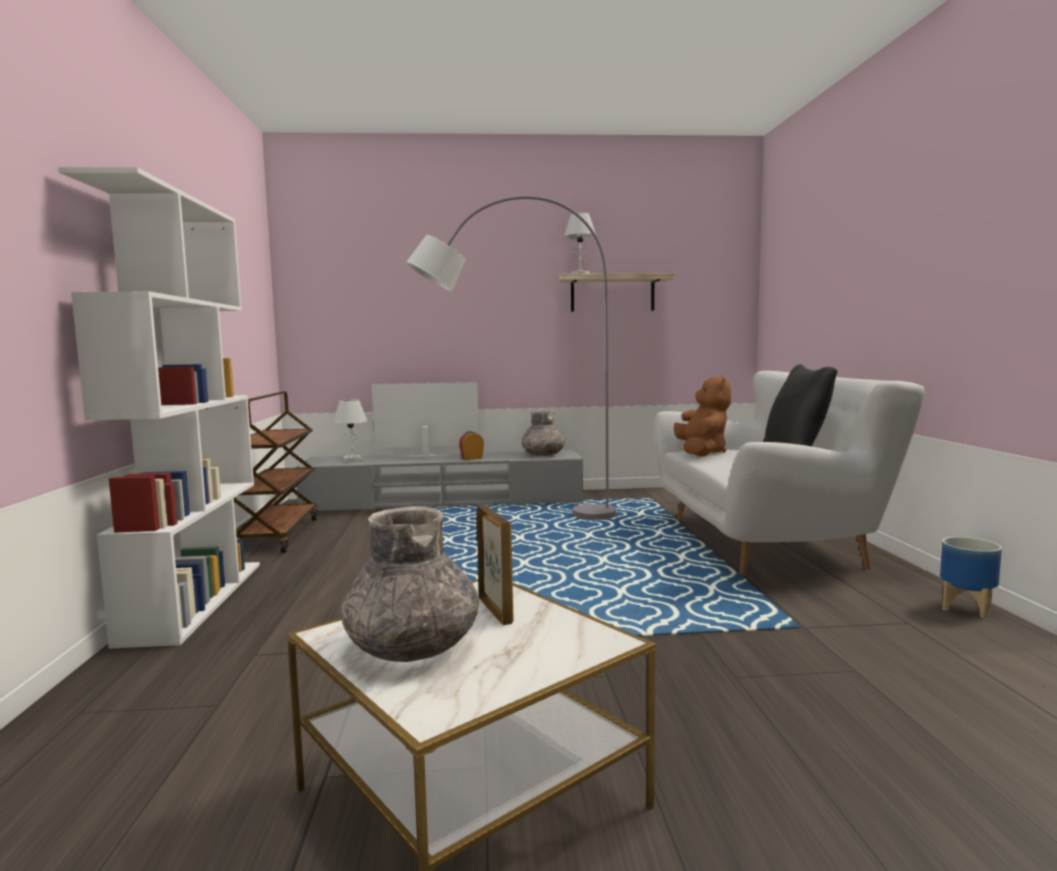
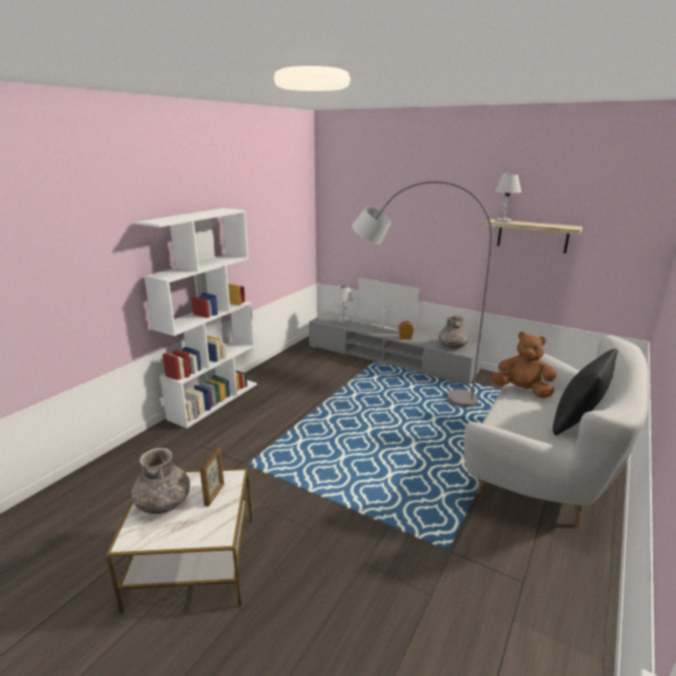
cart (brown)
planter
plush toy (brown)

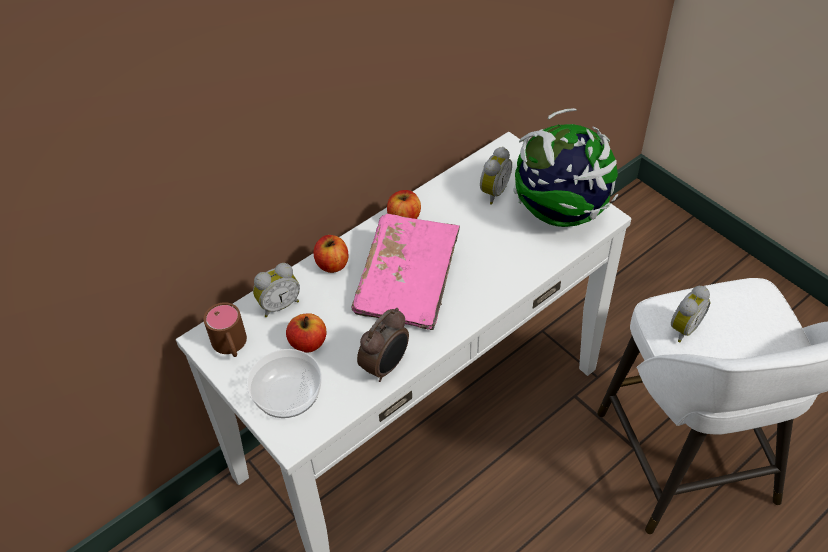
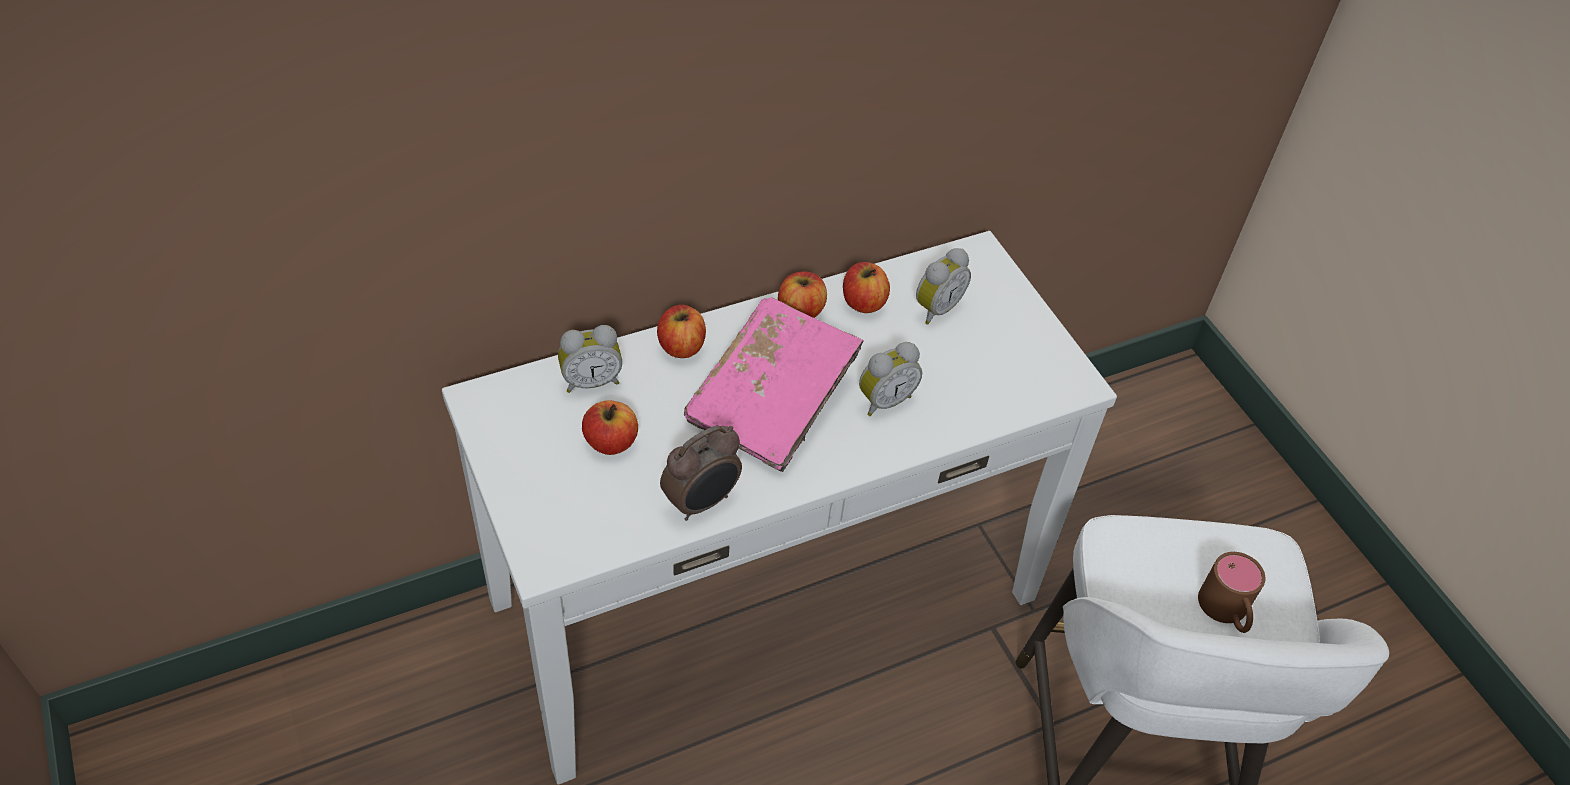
bowl
globe
apple (no. 4 from left)
mug (brown)
alarm clock (no. 3 from left)

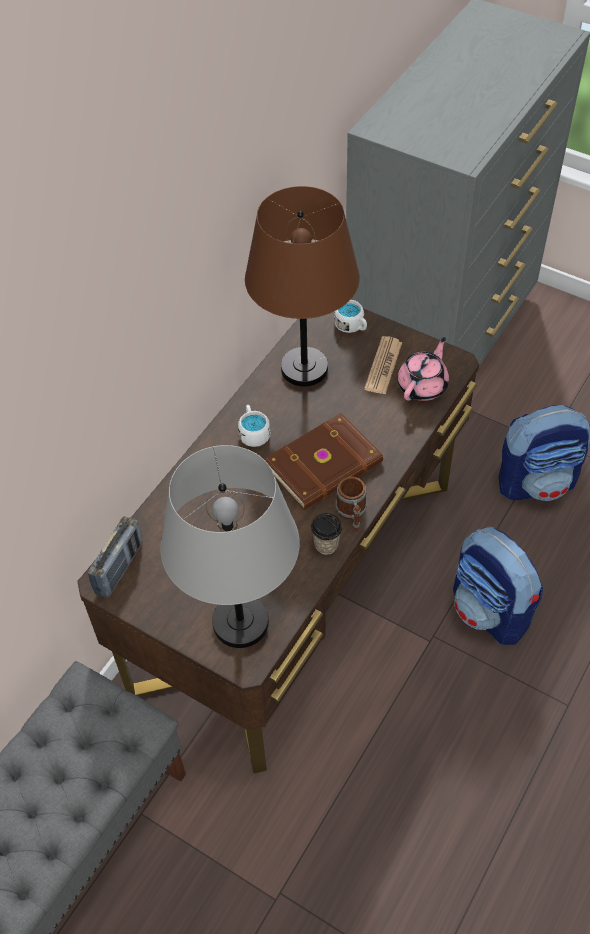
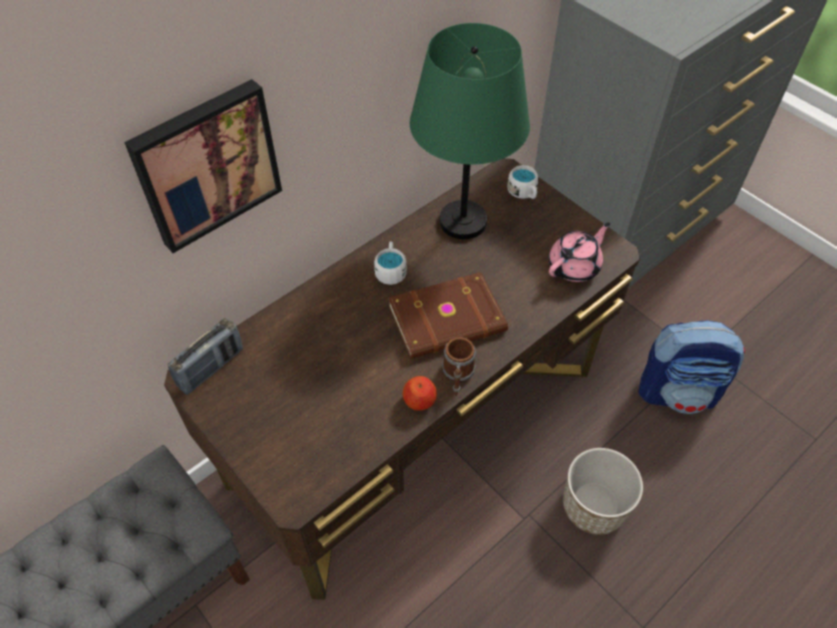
table lamp (grey)
newspaper
picture
apple
planter
table lamp (green)

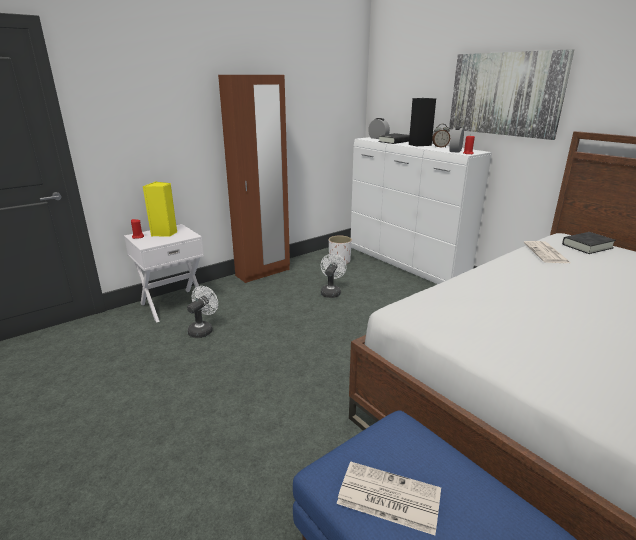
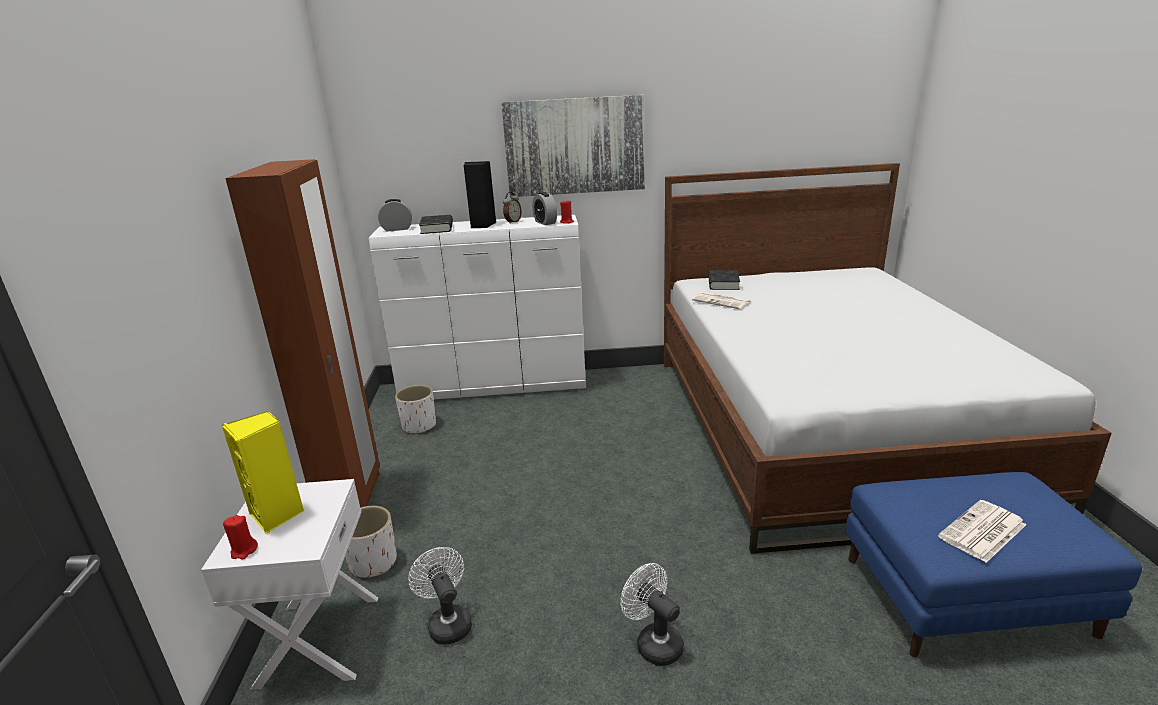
planter (white) (no. 1 from left)
fan (white) (no. 2 from left)

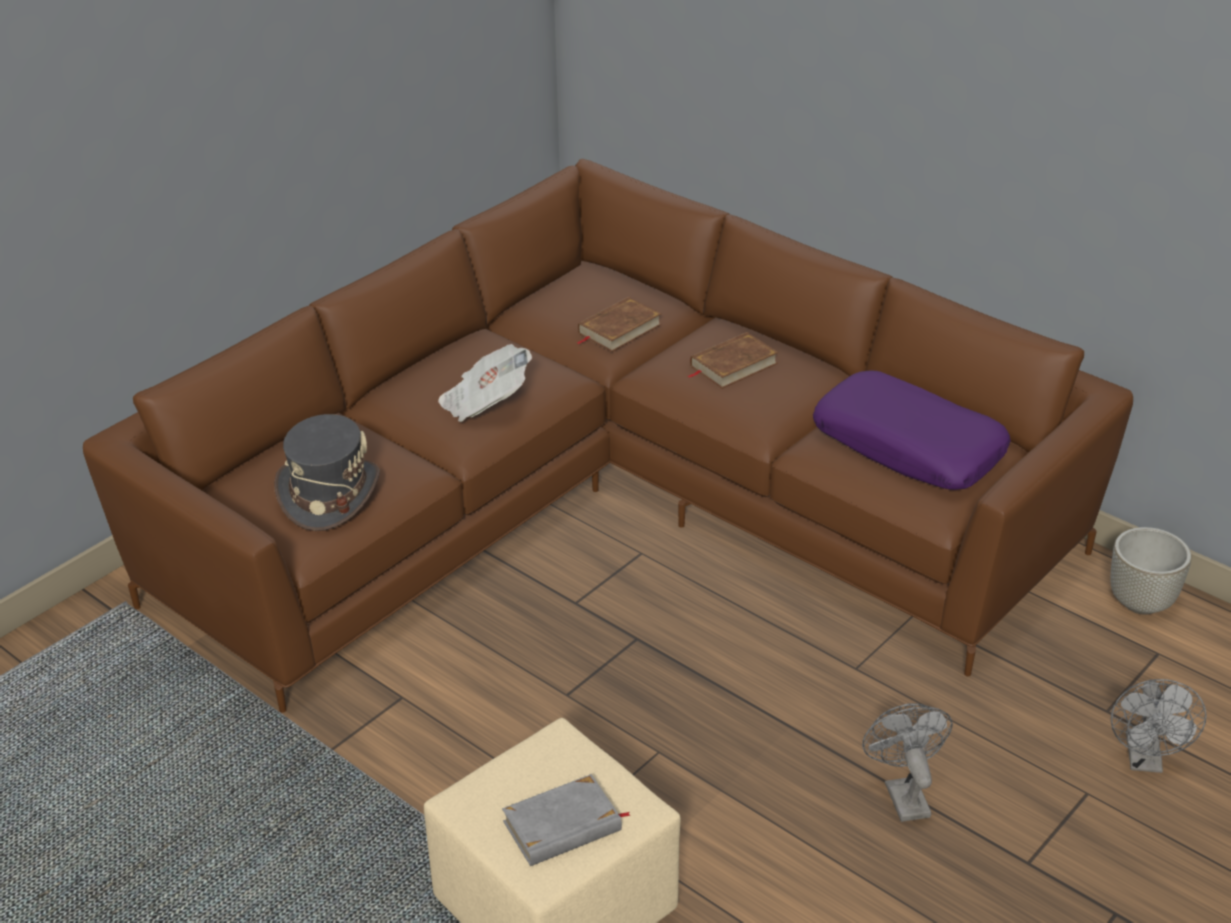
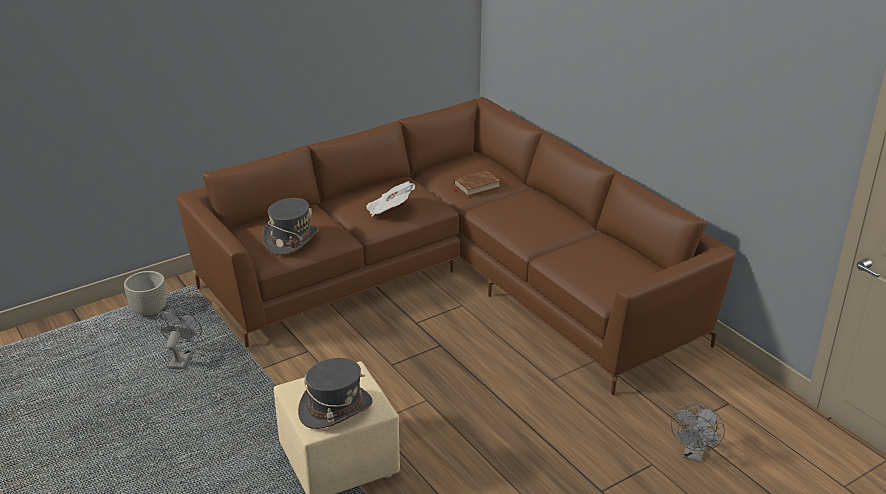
book (brown) (no. 2 from left in the first image)
pillow (purple)
fan (grey) (no. 1 from left)
planter (grey)
hat (grey) (no. 2 from left)

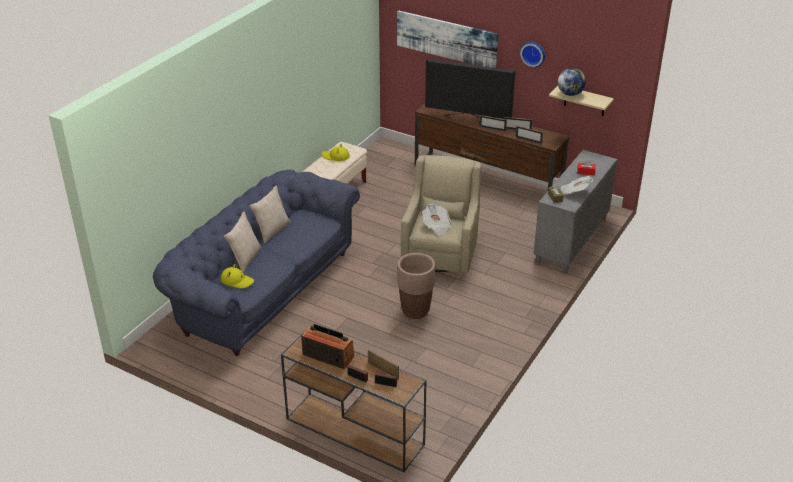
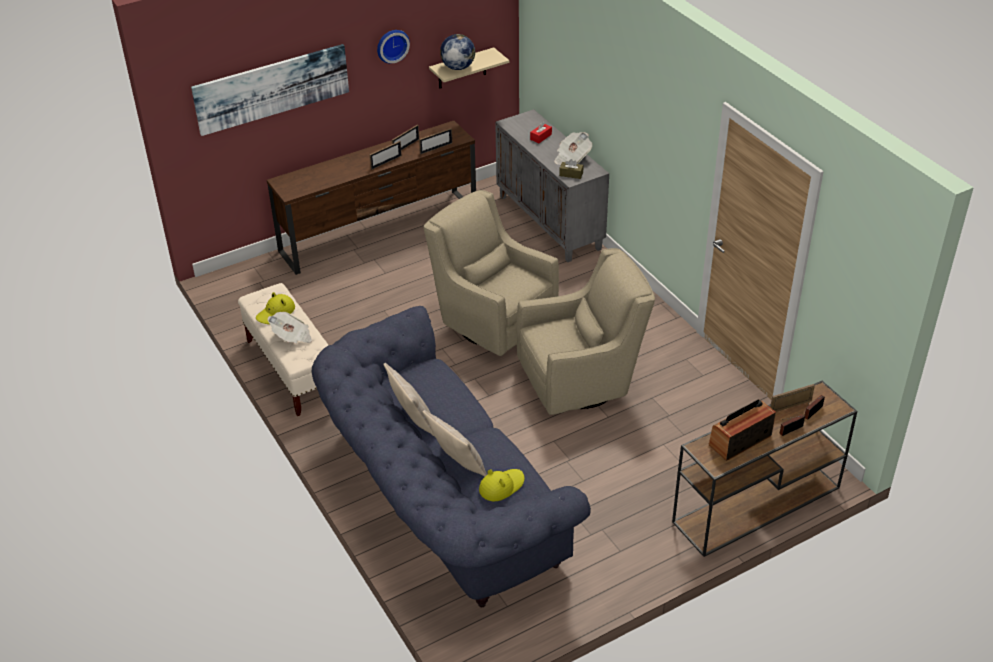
television
newspaper (no. 1 from left)
armchair (beige) (no. 2 from left)

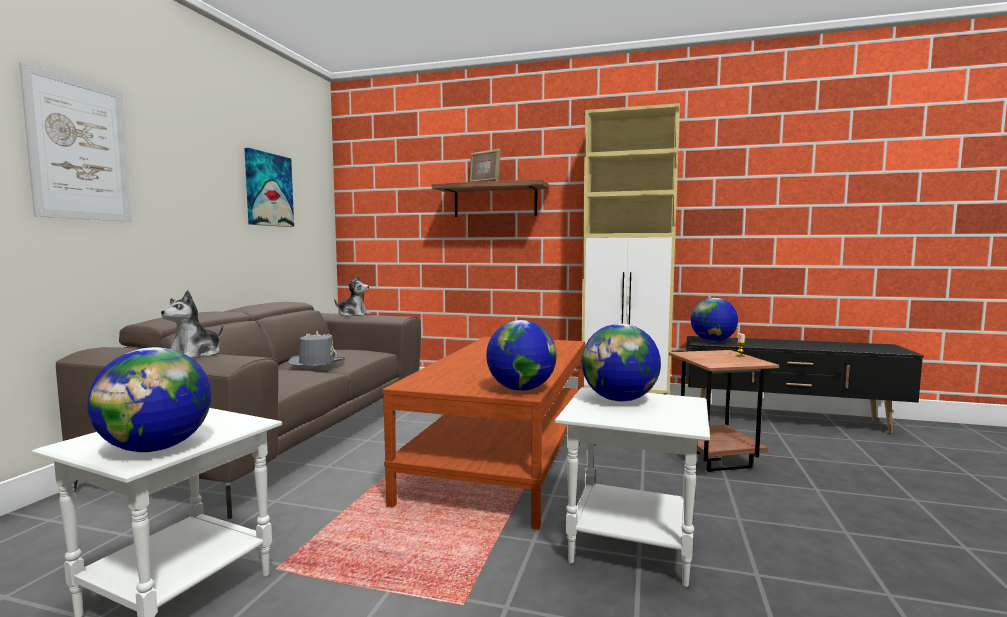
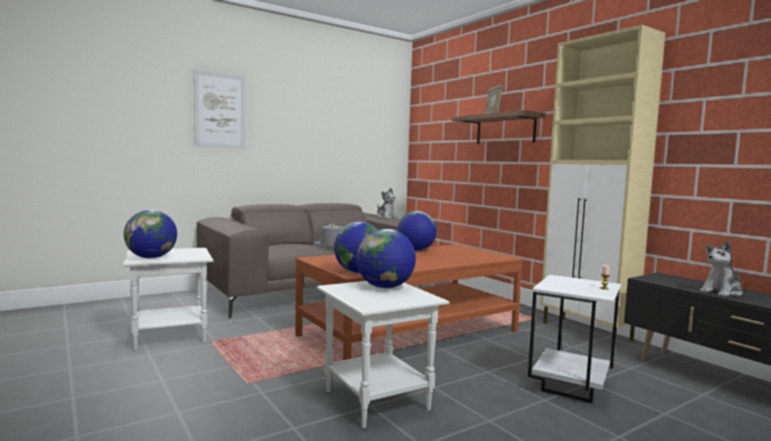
picture (no. 2 from left in the first image)
plush toy (no. 2 from left)
globe (no. 4 from left)
side table (white) (no. 3 from left)

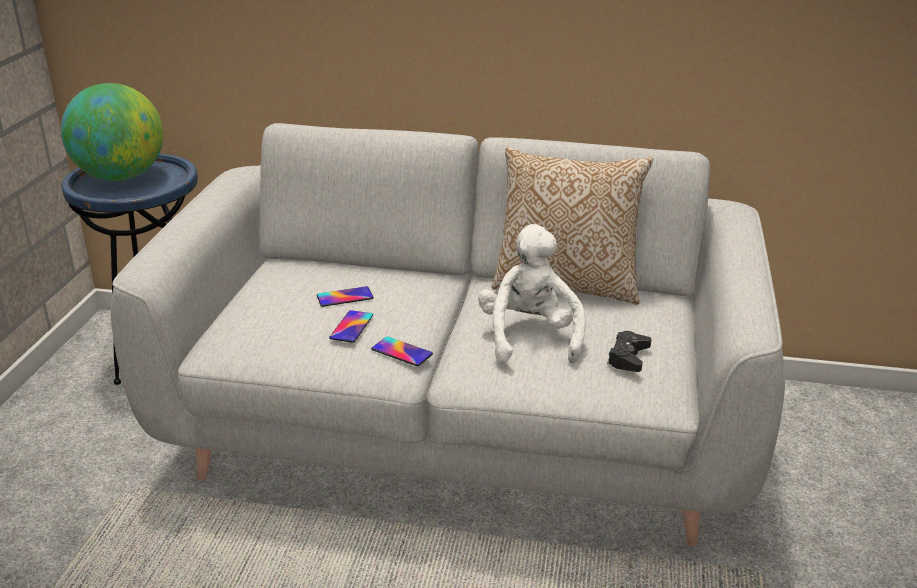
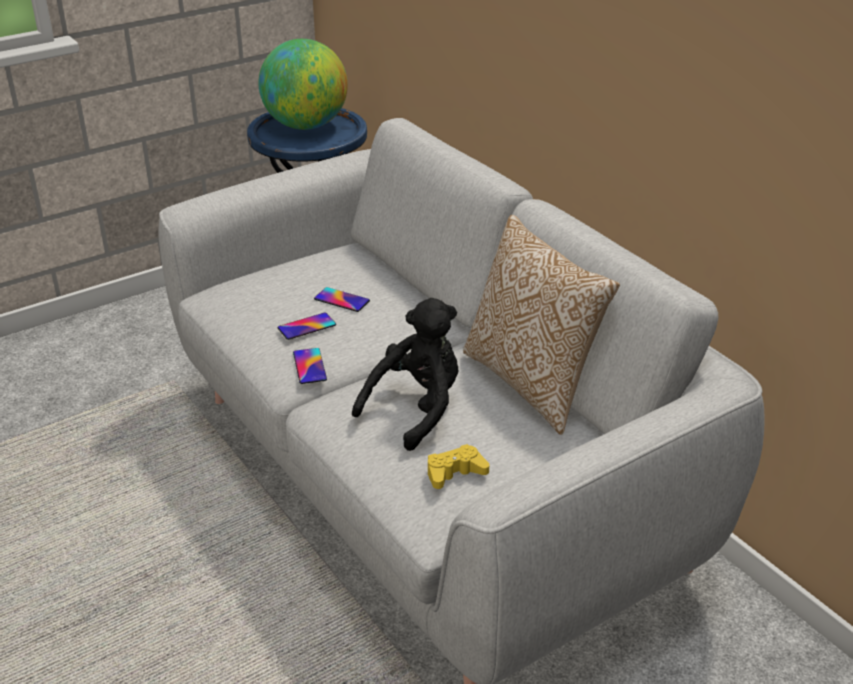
plush toy (black)
game controller (yellow)

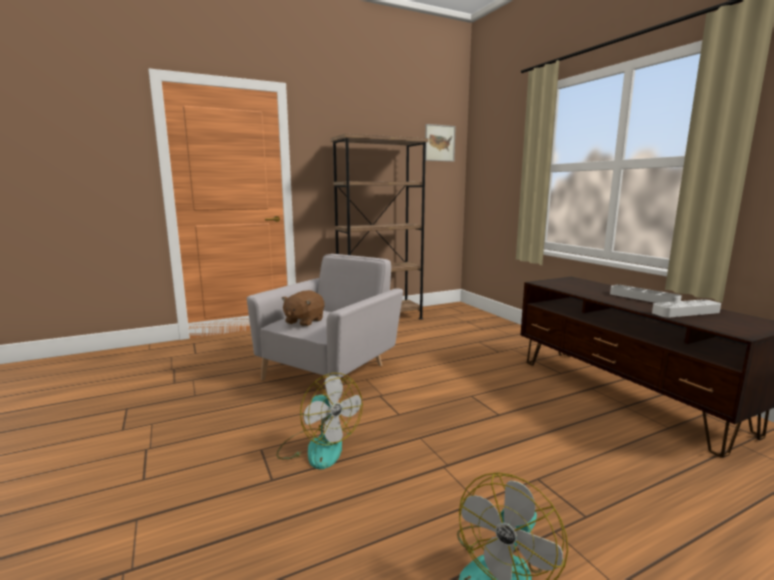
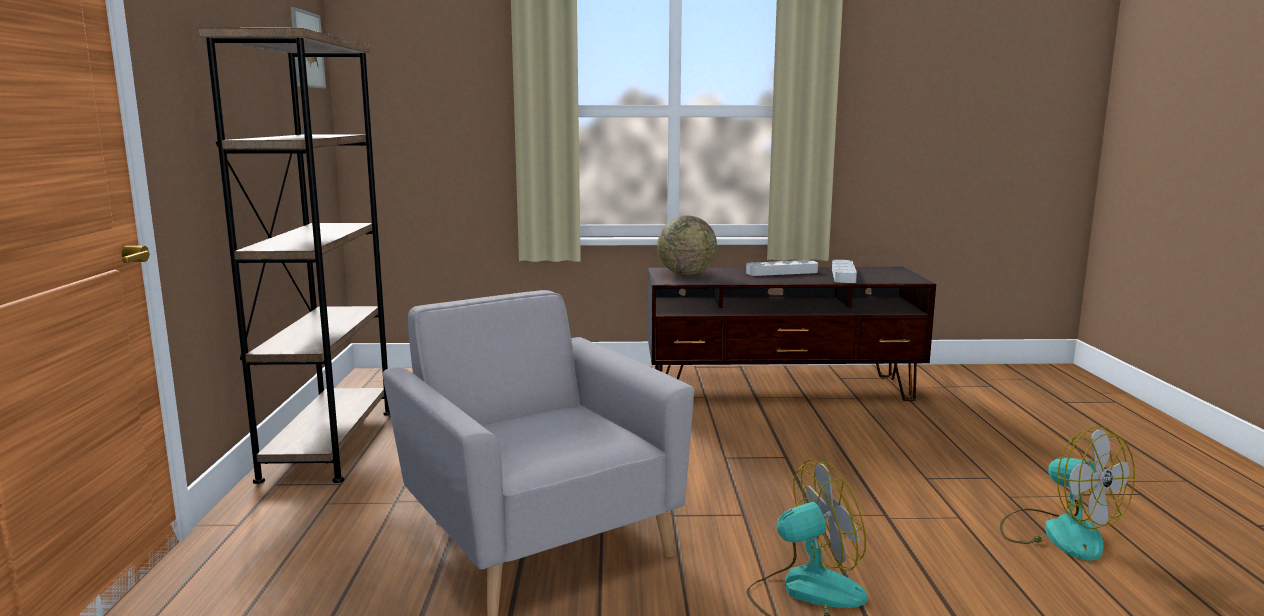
plush toy (brown)
globe

